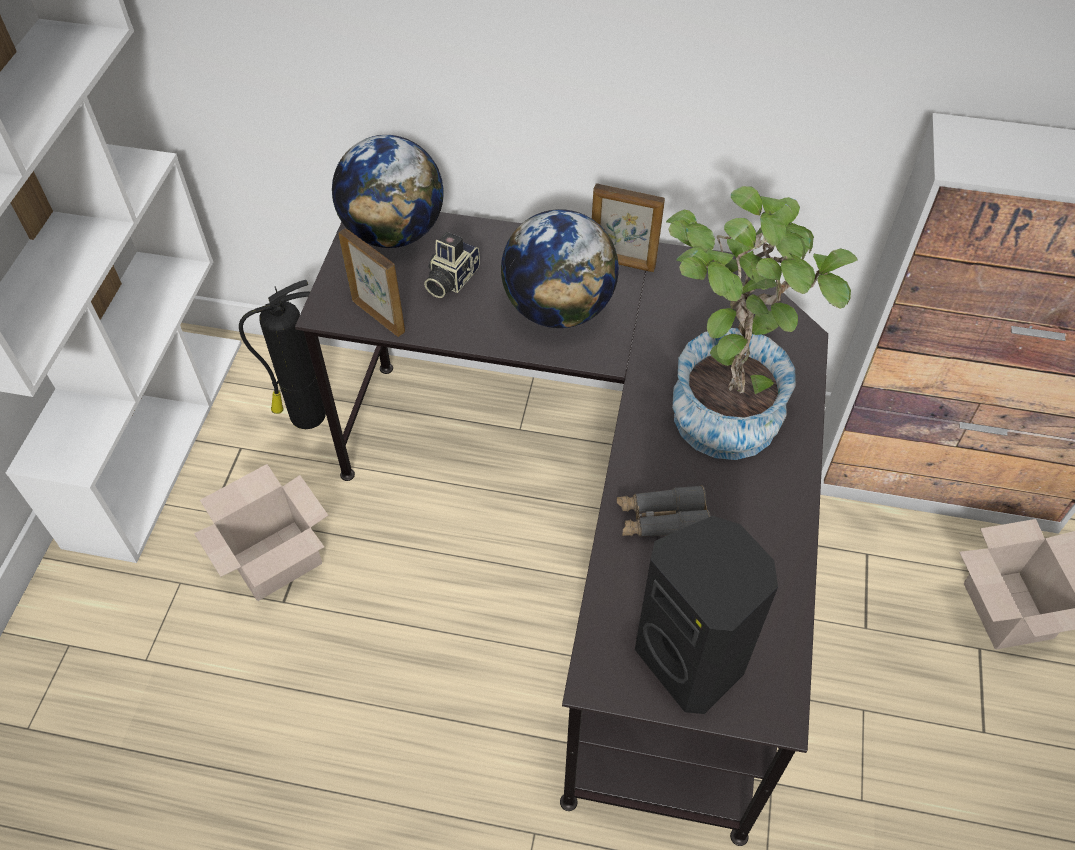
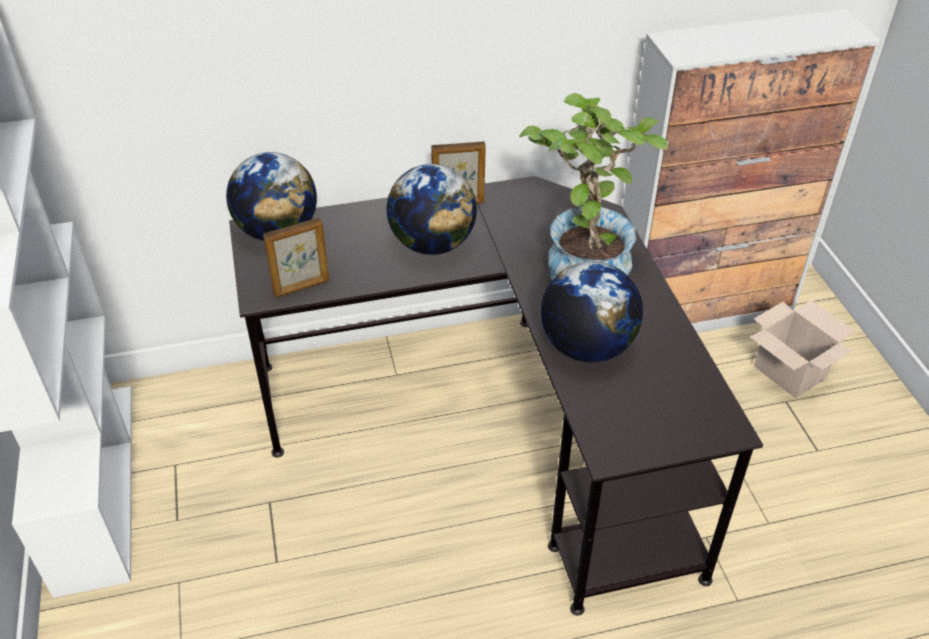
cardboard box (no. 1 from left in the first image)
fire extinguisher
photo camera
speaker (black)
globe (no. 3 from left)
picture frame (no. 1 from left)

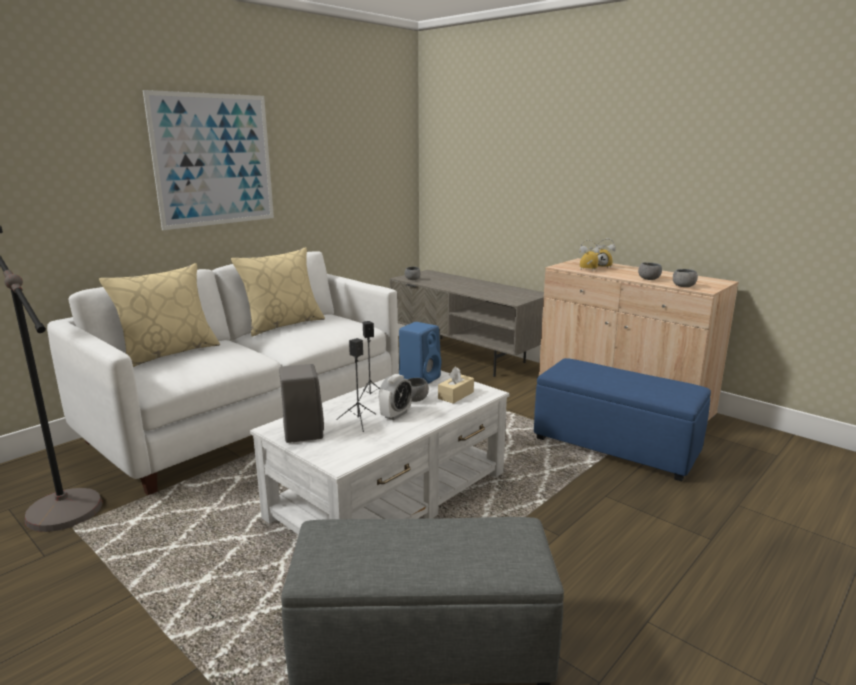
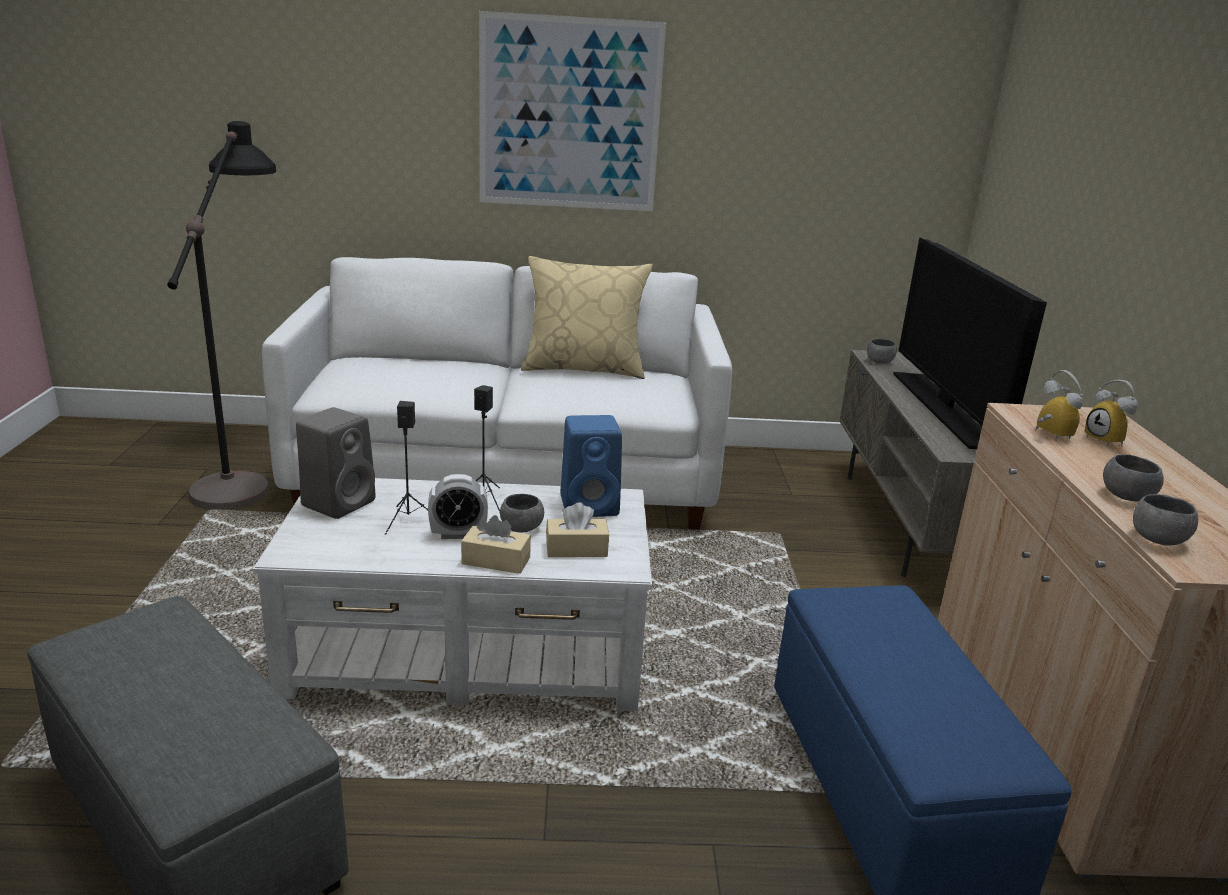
pillow (beige) (no. 1 from left in the first image)
tissue box (beige) (no. 1 from left)
television

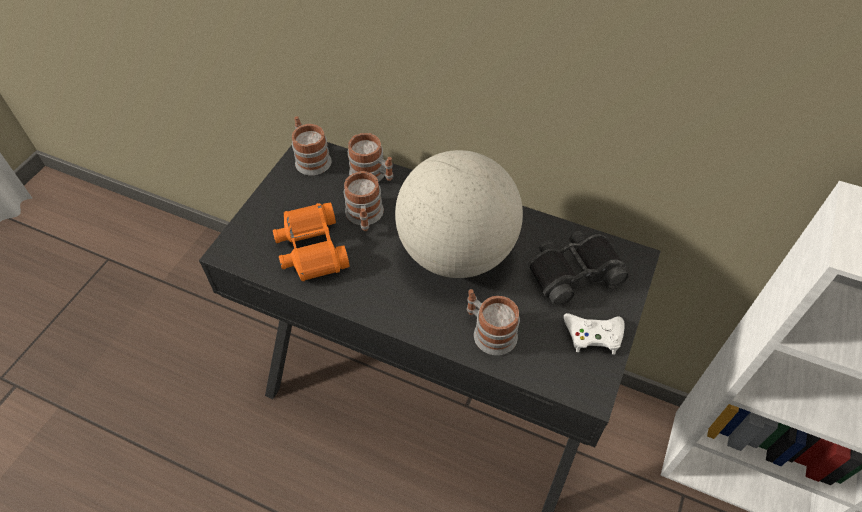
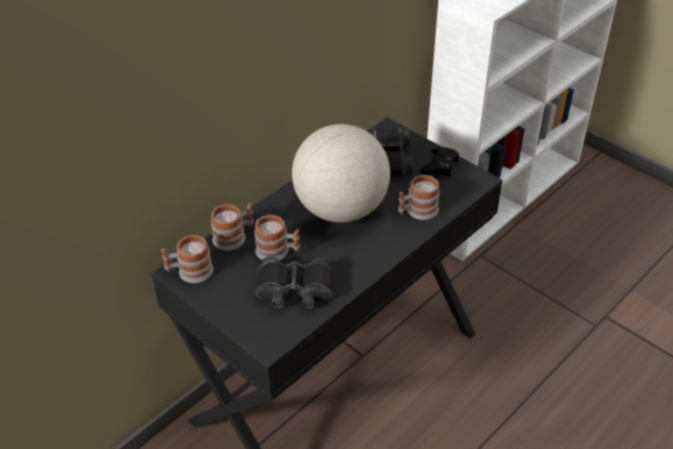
binoculars (black) (no. 1 from left)
game controller (black)

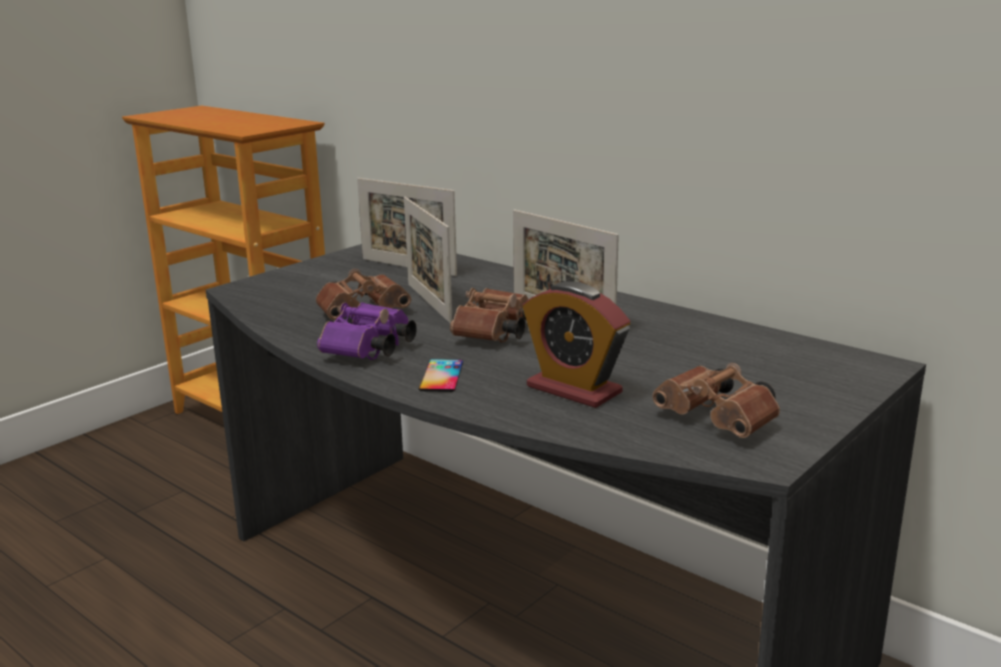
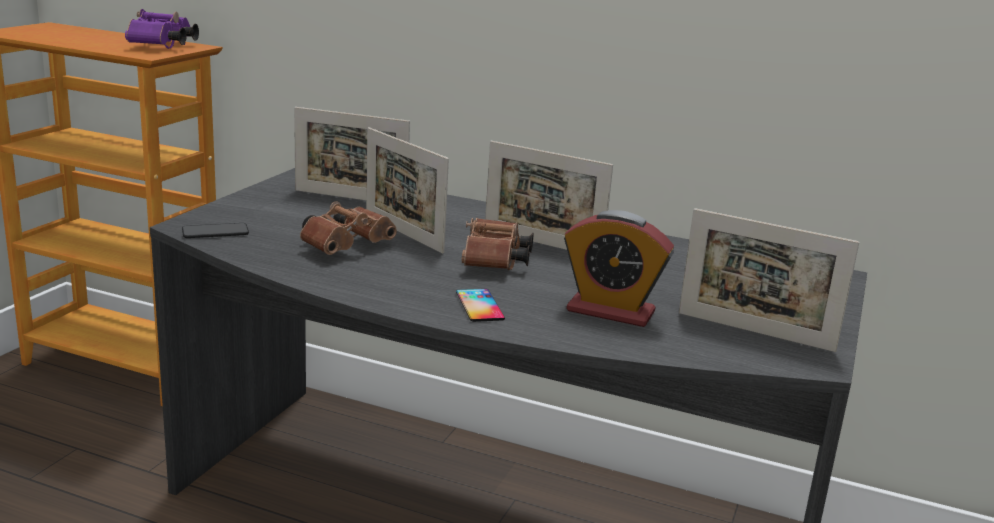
phone (no. 1 from left)
binoculars (purple)
picture frame (no. 4 from left)

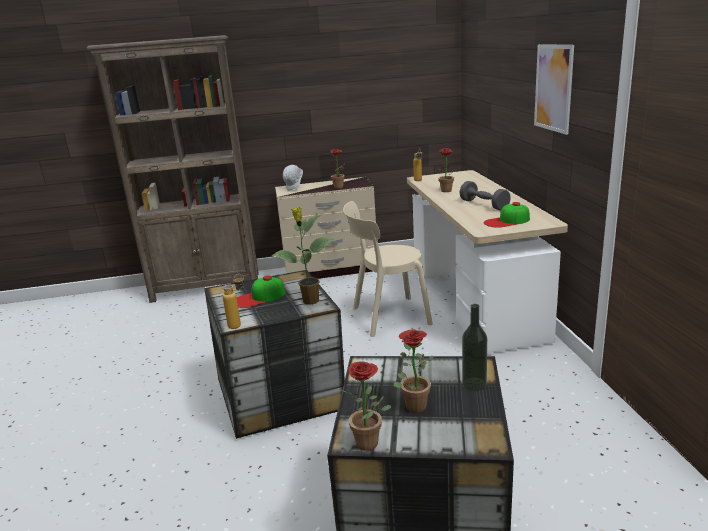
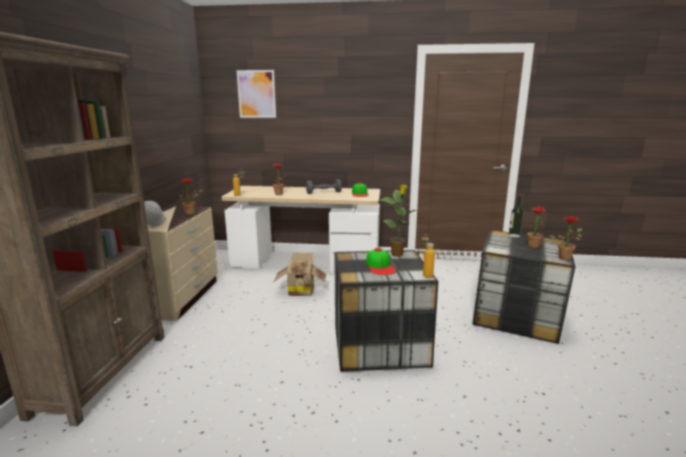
picture
cardboard box

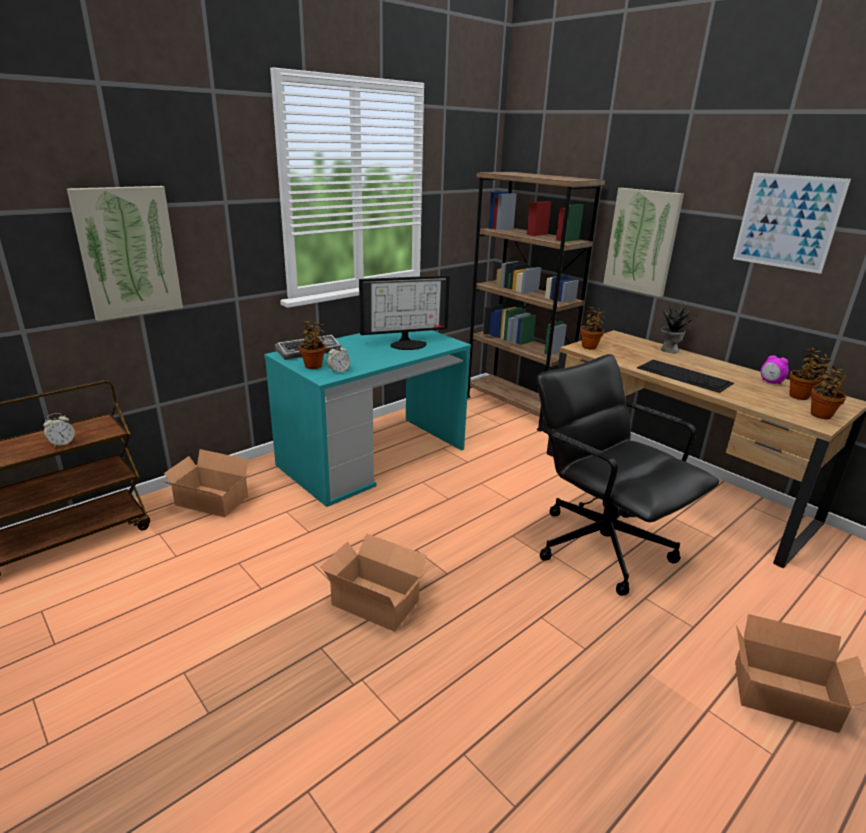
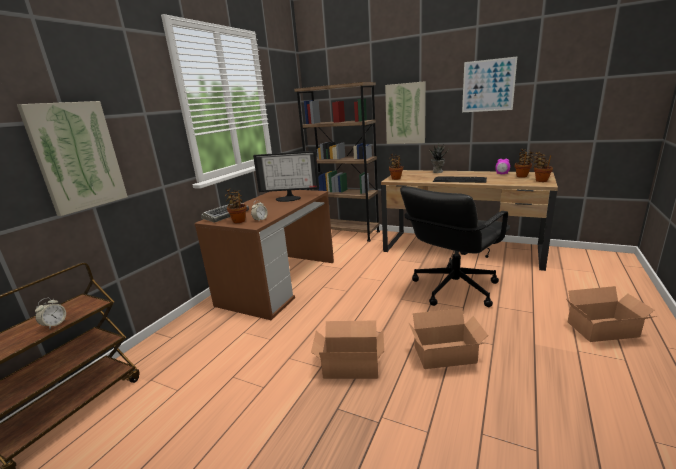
cardboard box (no. 2 from left)
desk (brown) (no. 1 from left)
monitor
office chair (black)

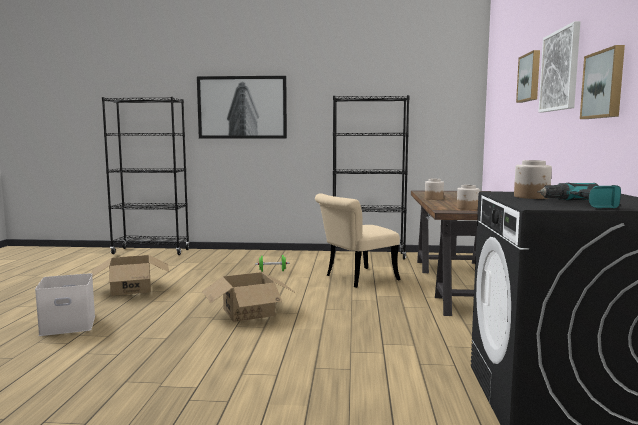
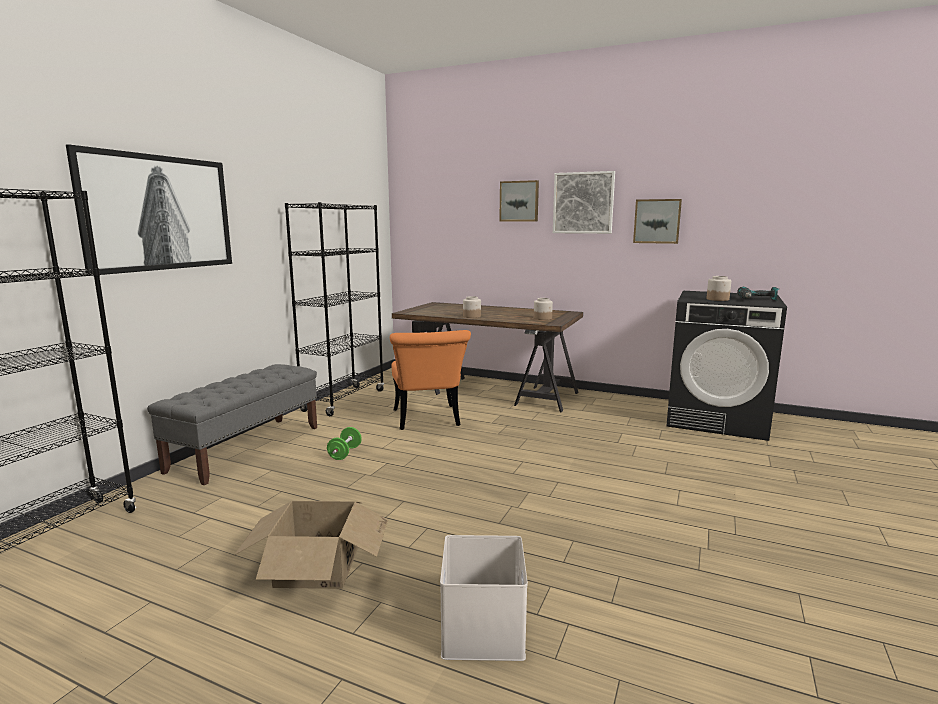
cardboard box (no. 2 from left in the first image)
bench (grey)
chair (orange)

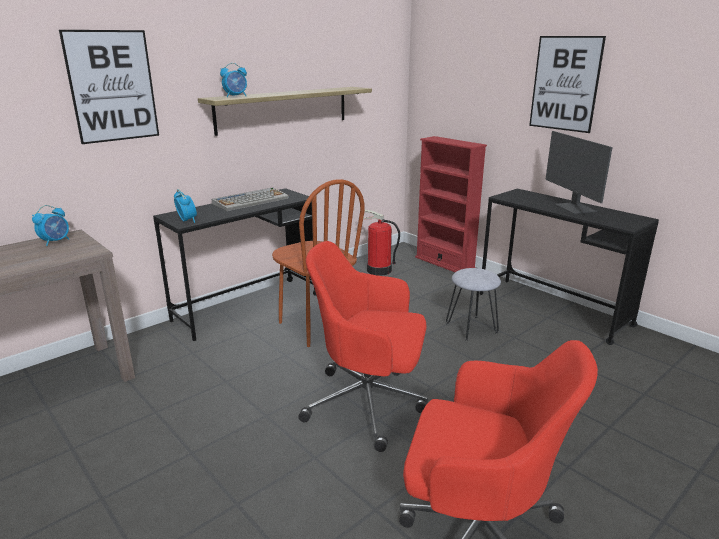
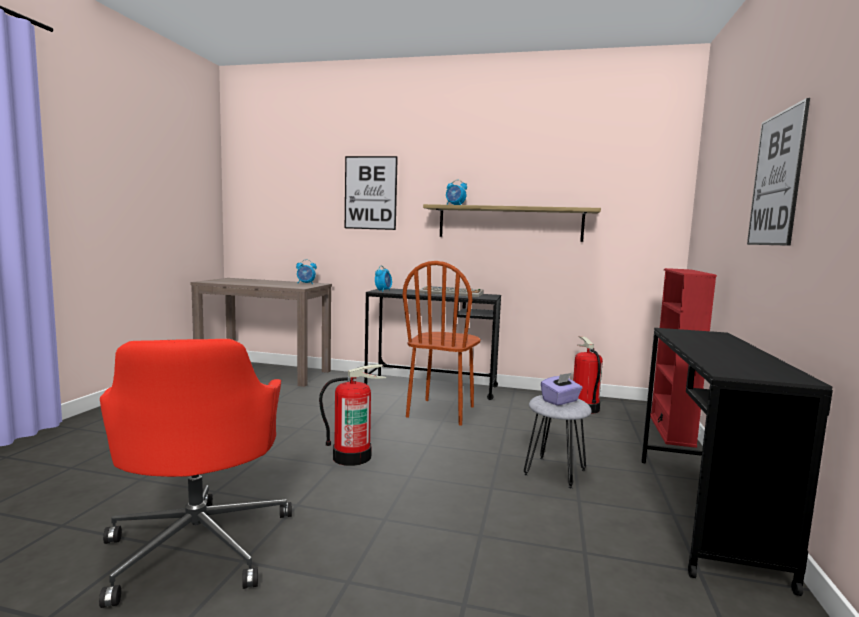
monitor
tissue box (purple)
fire extinguisher (no. 1 from left)

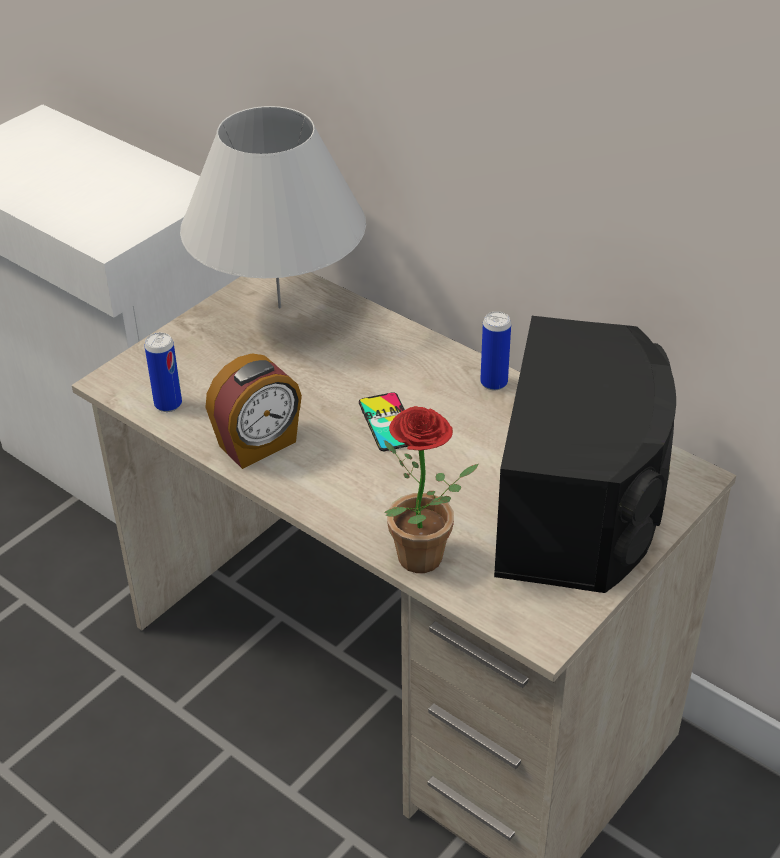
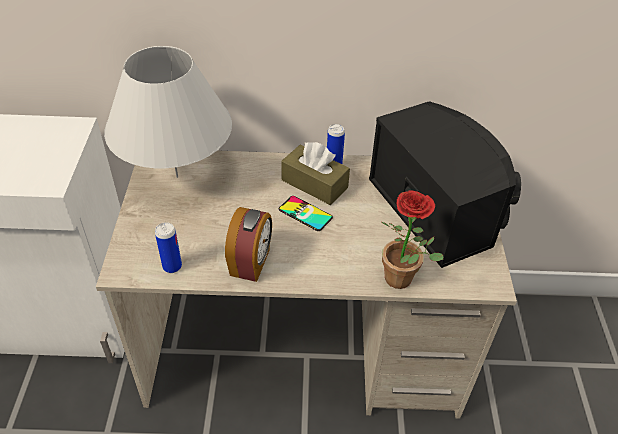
tissue box (brown)

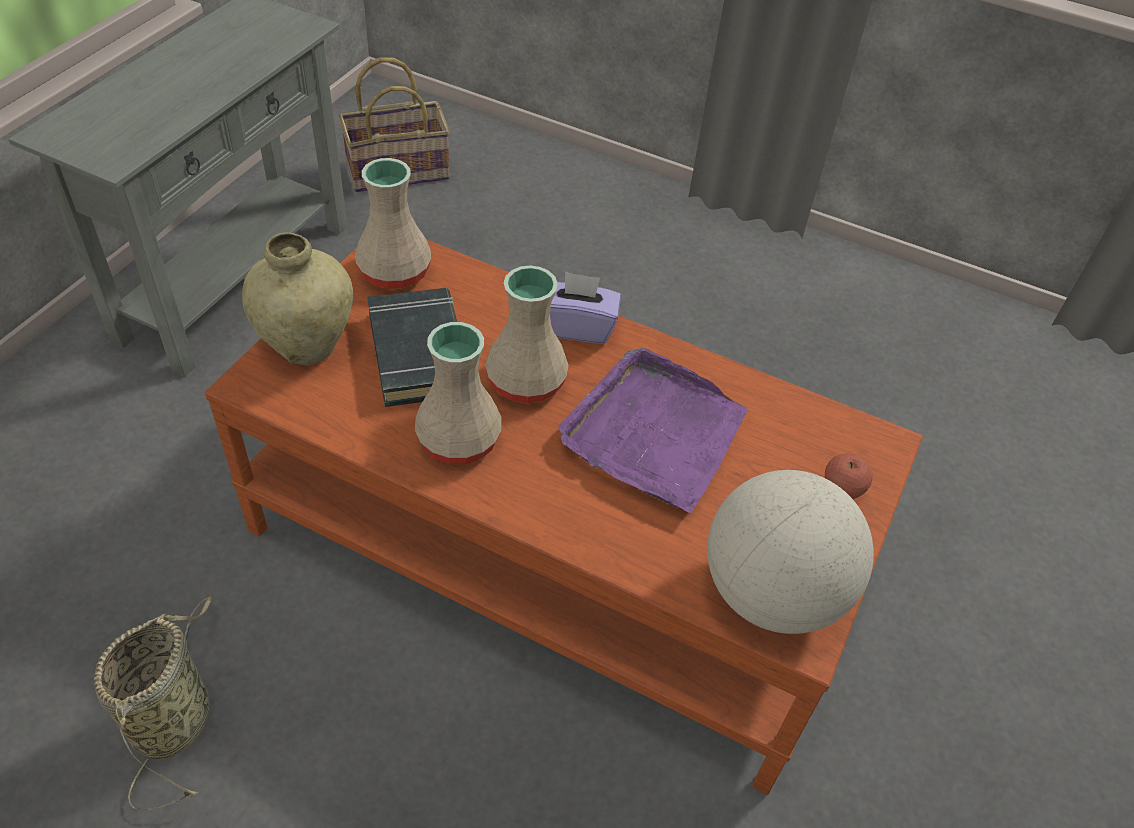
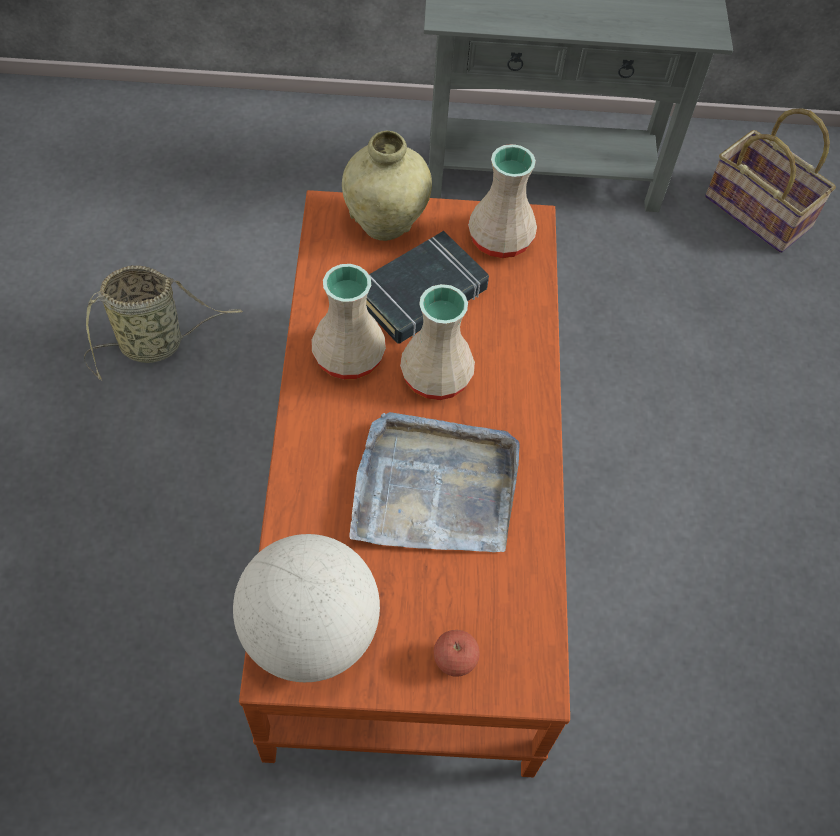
tissue box (purple)
tray (grey)

